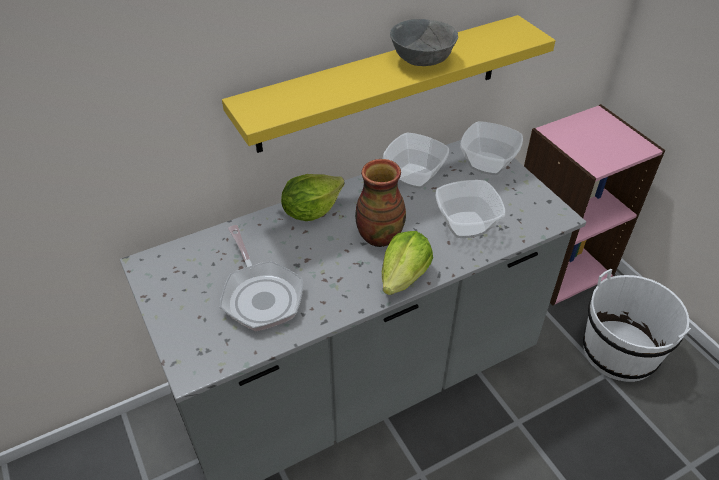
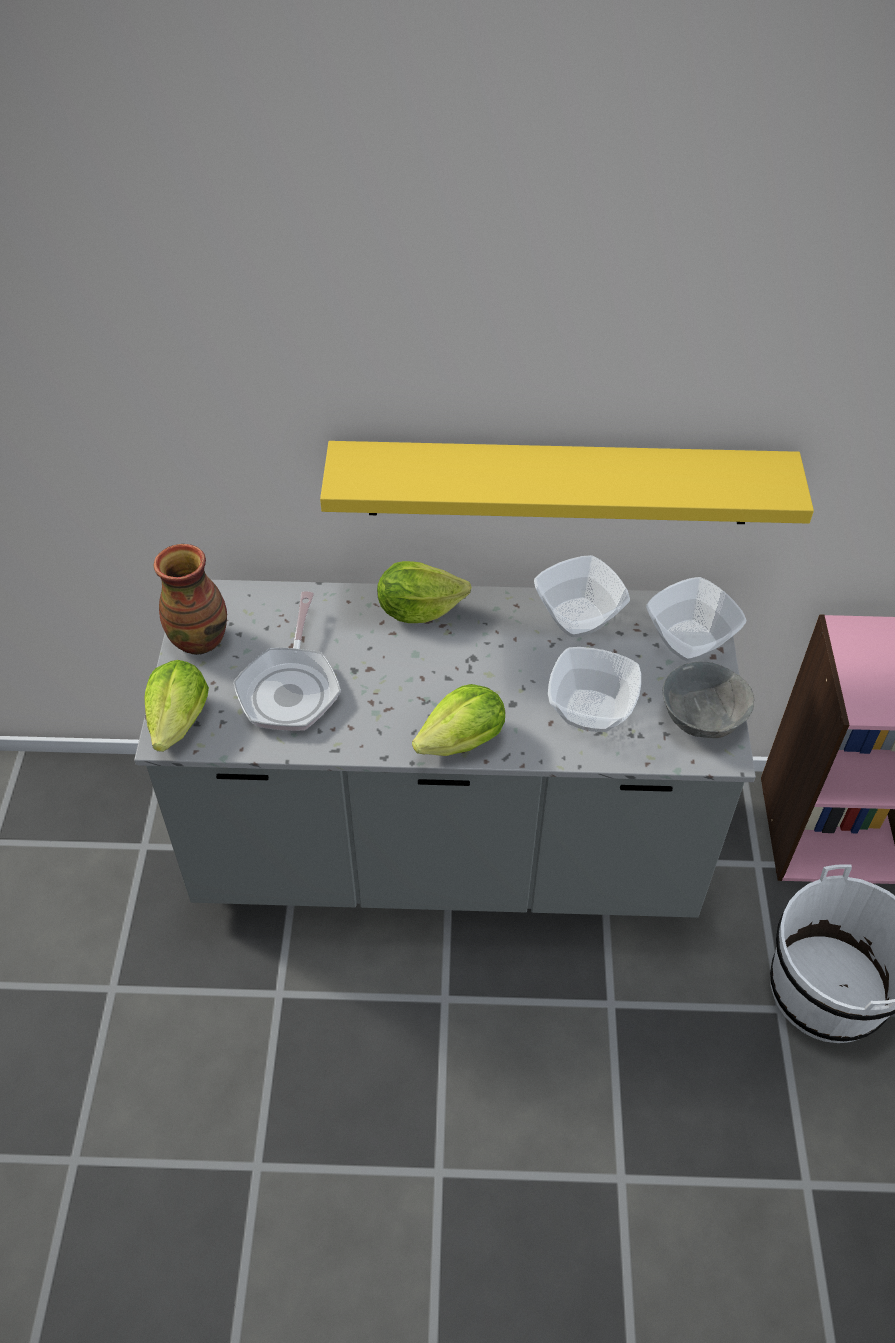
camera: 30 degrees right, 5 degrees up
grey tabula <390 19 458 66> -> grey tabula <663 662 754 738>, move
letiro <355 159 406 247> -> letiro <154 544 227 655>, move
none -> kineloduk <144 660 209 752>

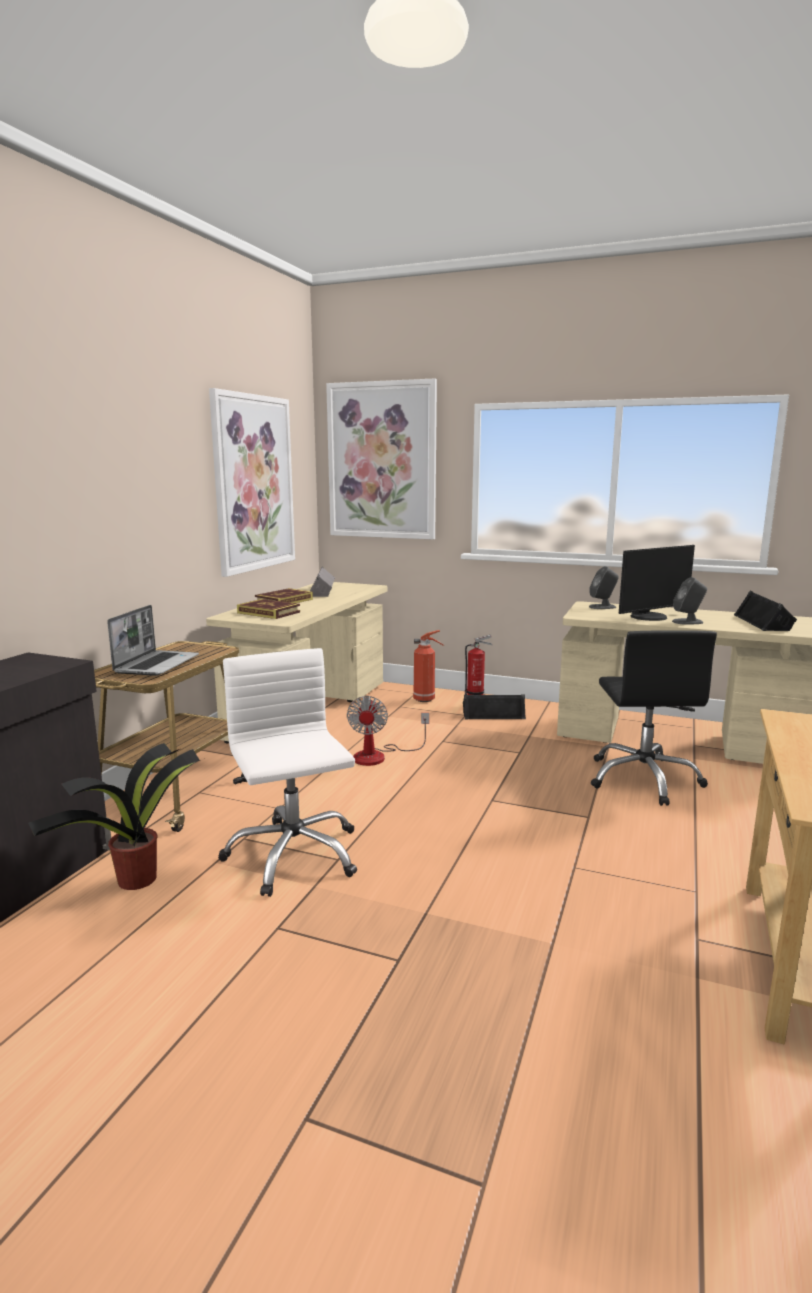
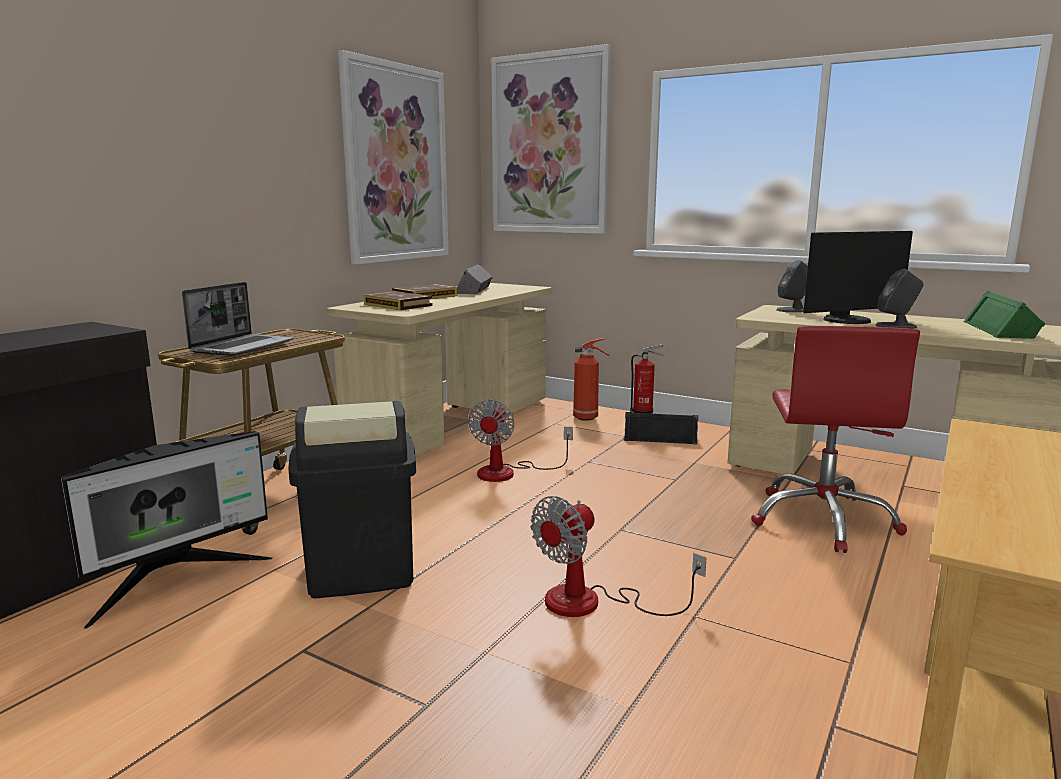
camera: 10 degrees right, 0 degrees up
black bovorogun <734 591 797 631> -> green bovorogun <964 290 1045 339>
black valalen <591 630 717 806> -> red valalen <751 326 920 553>
white valalen <218 648 357 897> -> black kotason <288 401 416 598>
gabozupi <28 743 200 890> -> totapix <61 431 273 629>
none -> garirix <531 496 707 617>

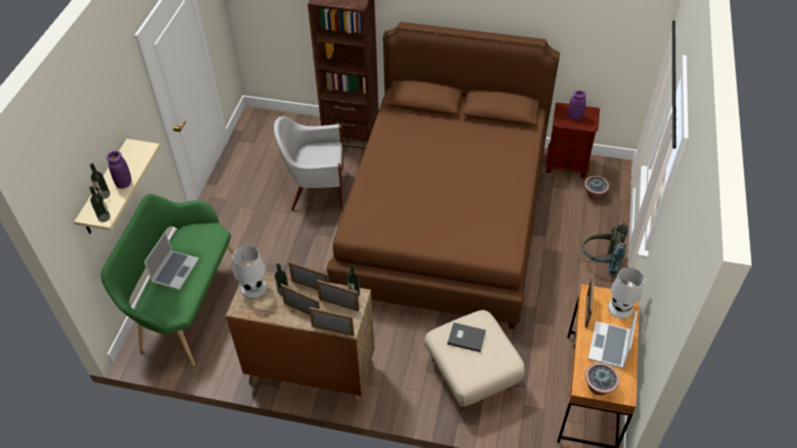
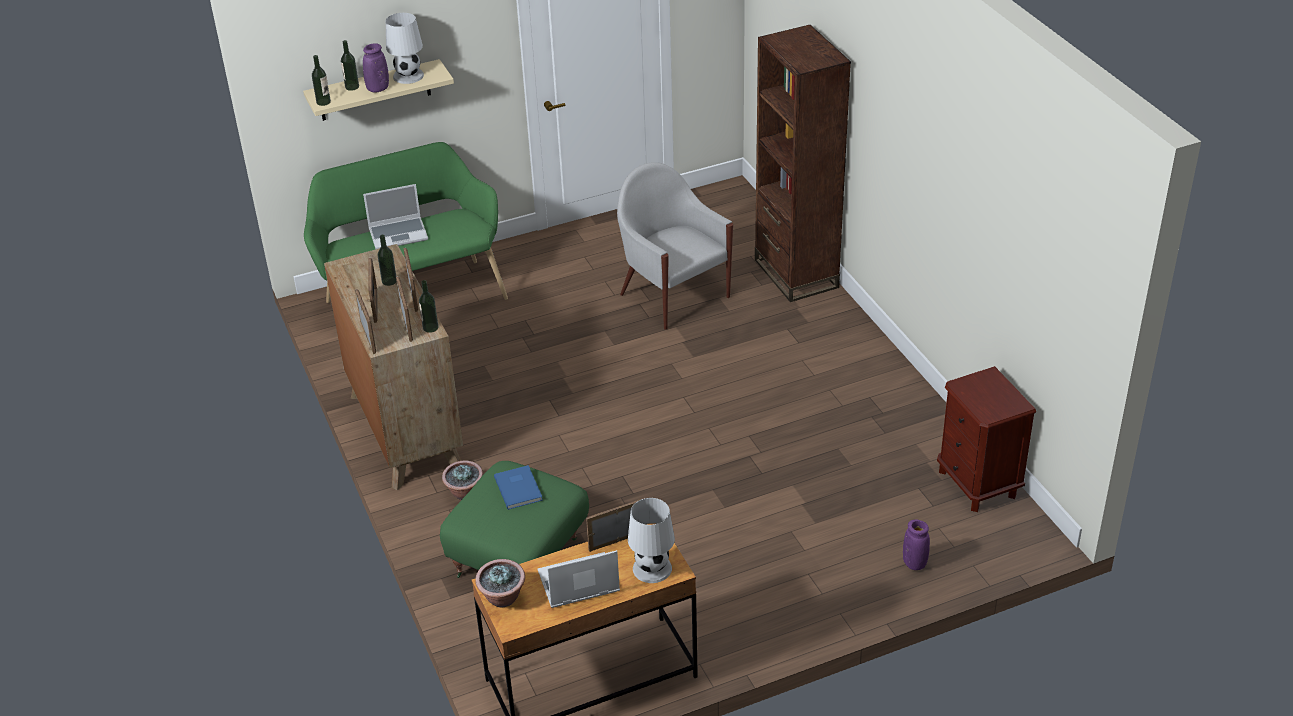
camera: 55 degrees right, 10 degrees down
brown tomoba <327 22 560 329> -> none
purple letiro <568 90 586 120> -> purple letiro <903 519 930 570>, move
gabozupi <585 176 609 199> -> gabozupi <442 460 483 500>, move
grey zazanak <582 222 628 276> -> none
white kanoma <233 245 267 299> -> white kanoma <386 13 424 84>, move
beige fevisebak <424 310 525 414> -> green fevisebak <440 461 589 578>
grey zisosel <447 322 486 352> -> blue zisosel <494 465 543 510>

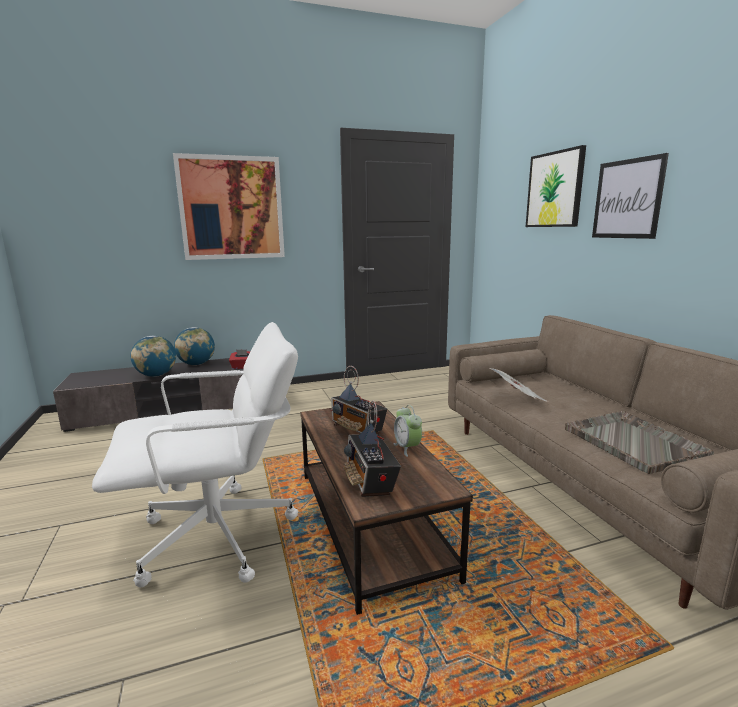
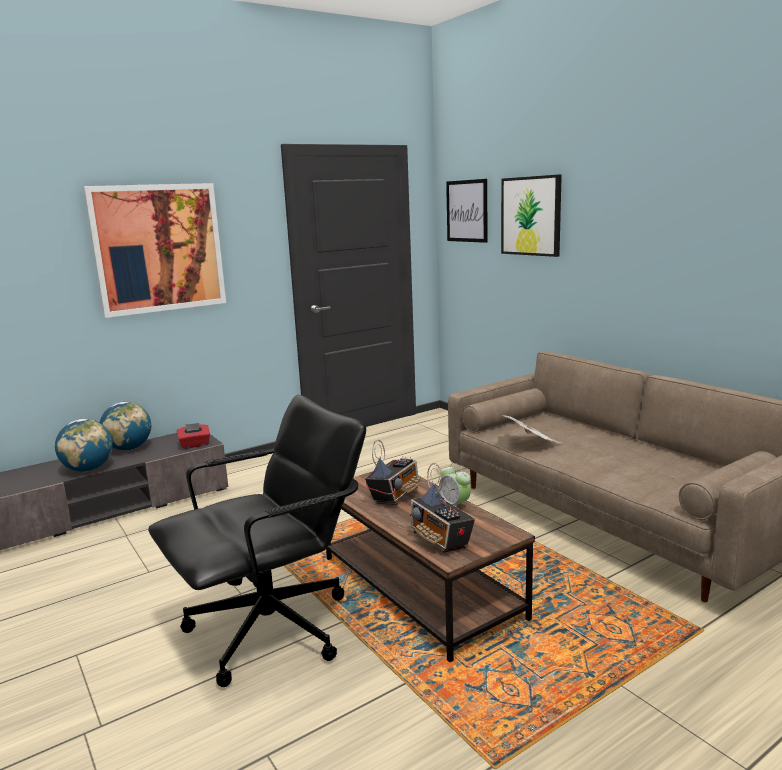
camera: 15 degrees left, 0 degrees up
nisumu <592 153 669 239> -> nisumu <446 179 487 243>, move
white valalen <92 322 298 587> -> black valalen <148 395 366 687>
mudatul <330 366 387 434> -> mudatul <365 440 421 505>, 90 degrees counterclockwise
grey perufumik <565 411 714 474> -> none

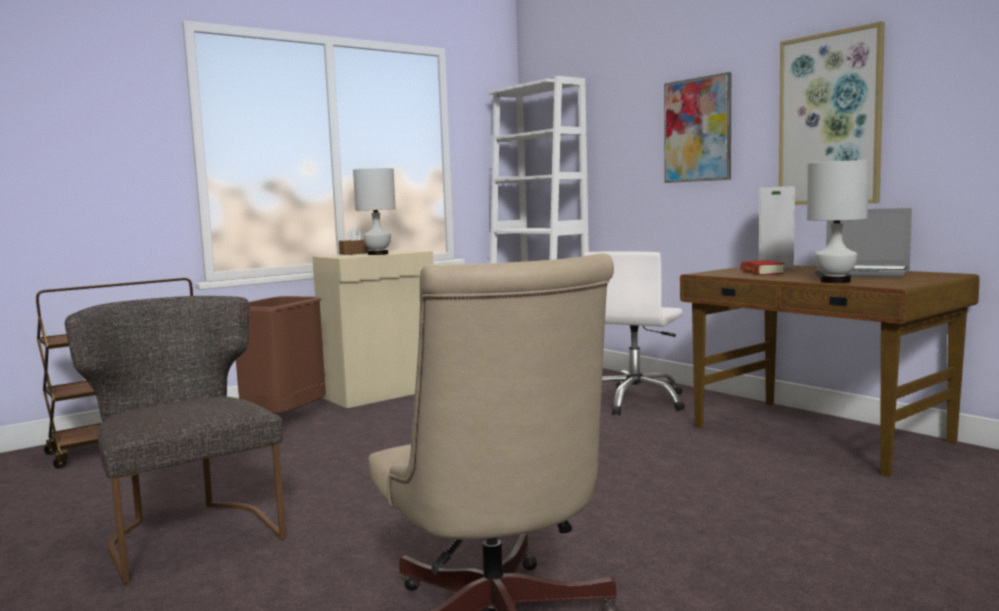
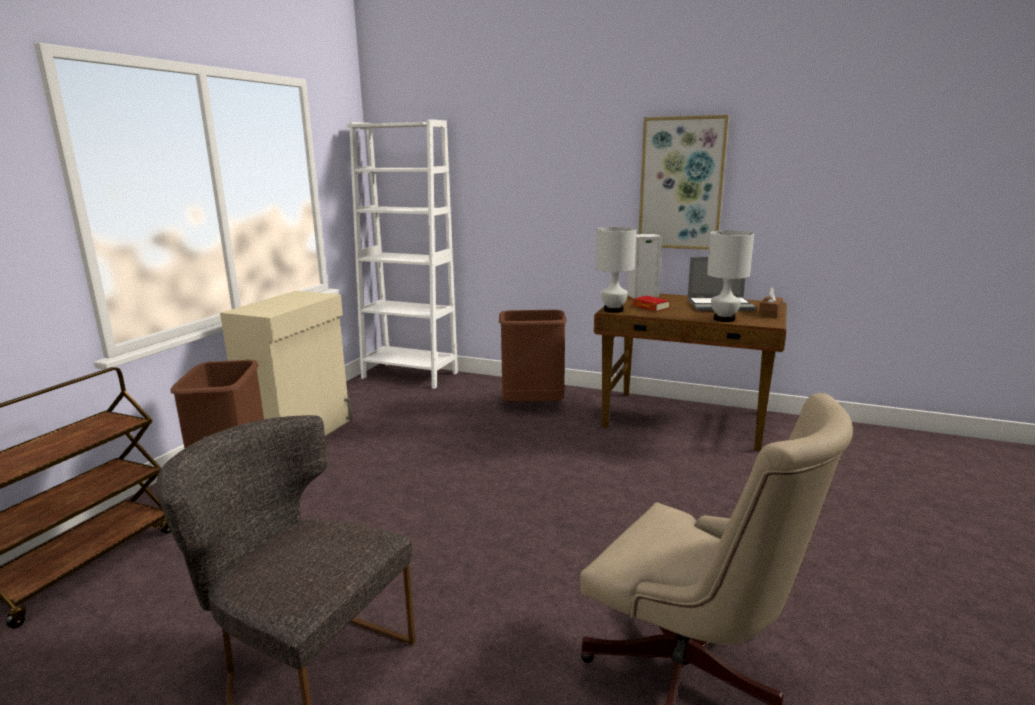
camera: 30 degrees left, 10 degrees up
nisumu <664 72 731 183> -> none
white kanoma <353 168 396 255> -> white kanoma <596 227 636 313>, move
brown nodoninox <339 227 371 255> -> brown nodoninox <758 287 783 318>, move
white valalen <583 251 685 415> -> brown kotason <499 310 567 401>

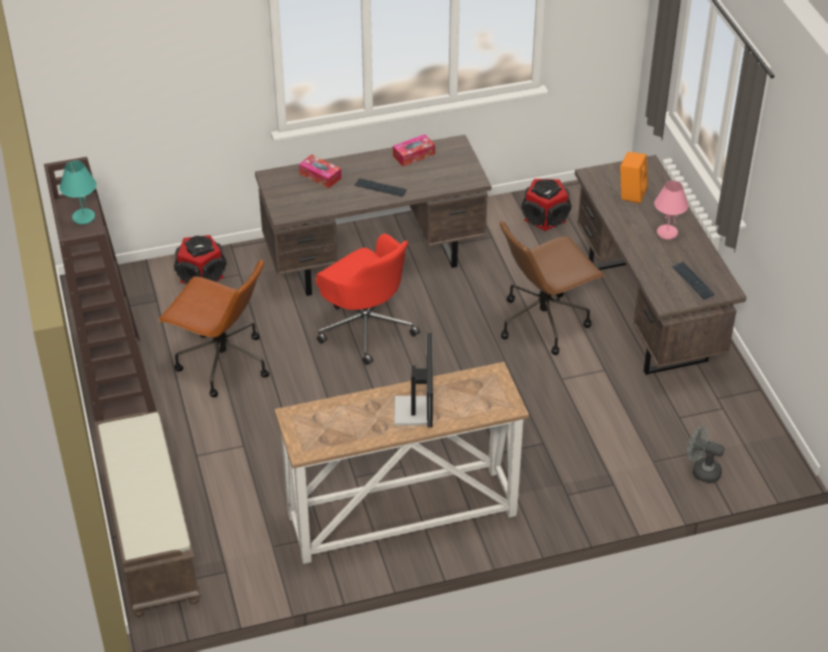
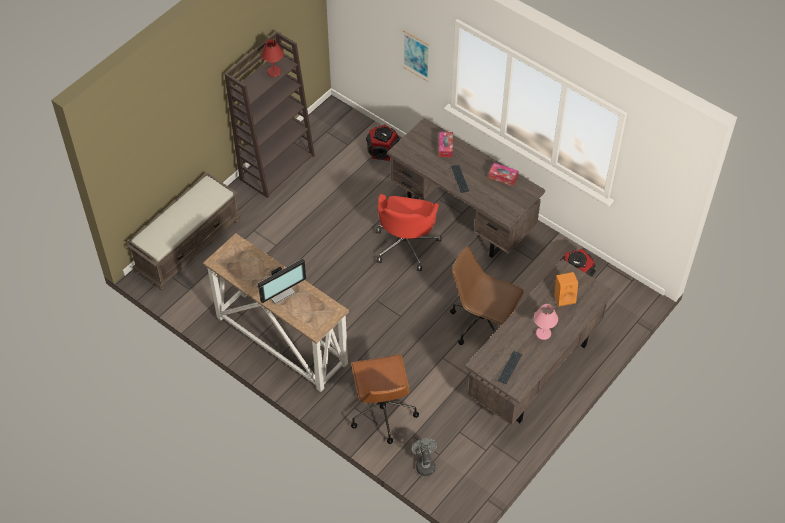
camera: 55 degrees right, 10 degrees up
turquoise kanoma <60 161 97 224> -> red kanoma <261 39 284 77>
brown valalen <158 259 269 397> -> brown valalen <351 354 419 444>, move
none -> nisumu <402 30 430 82>

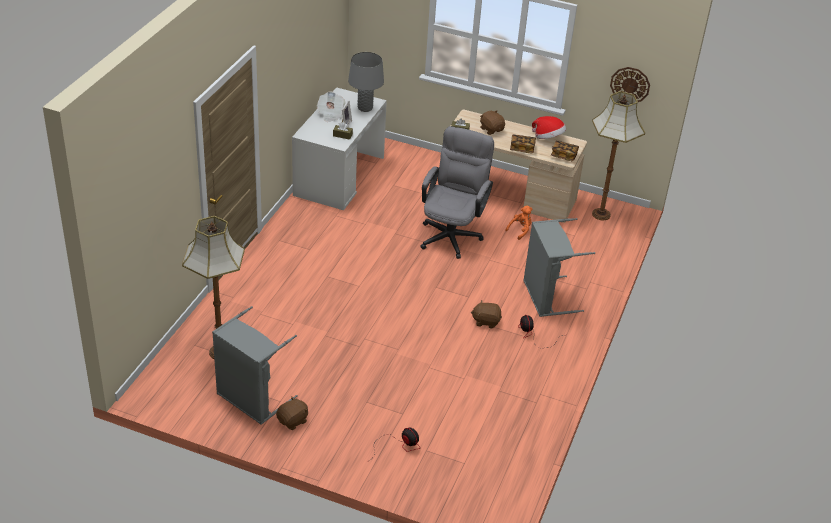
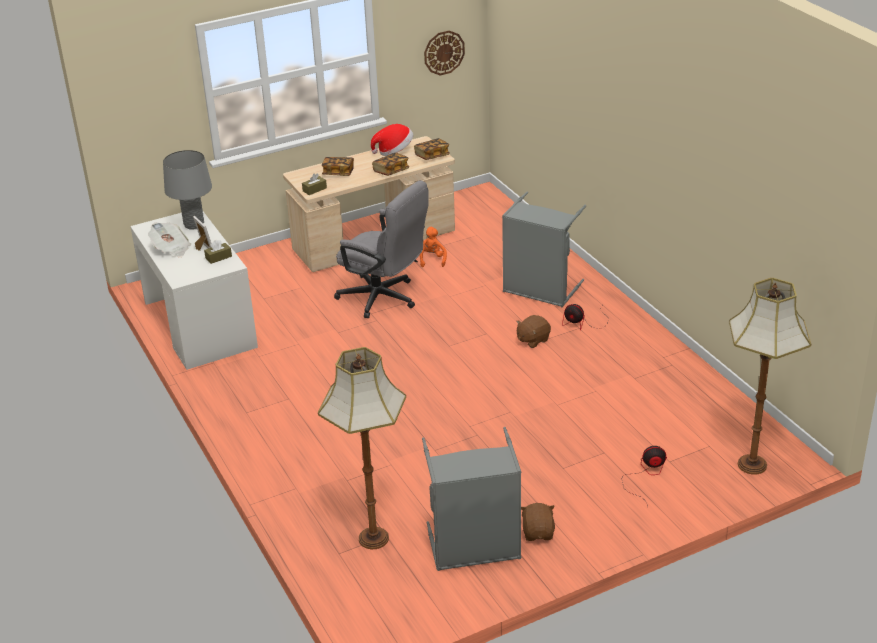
camera: 45 degrees left, 5 degrees down
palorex <592 91 645 220> -> palorex <729 278 811 475>, move
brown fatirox <480 110 505 135> -> zisosel <322 157 354 176>
grey valalen <420 126 494 259> -> grey valalen <334 181 429 318>, 150 degrees clockwise

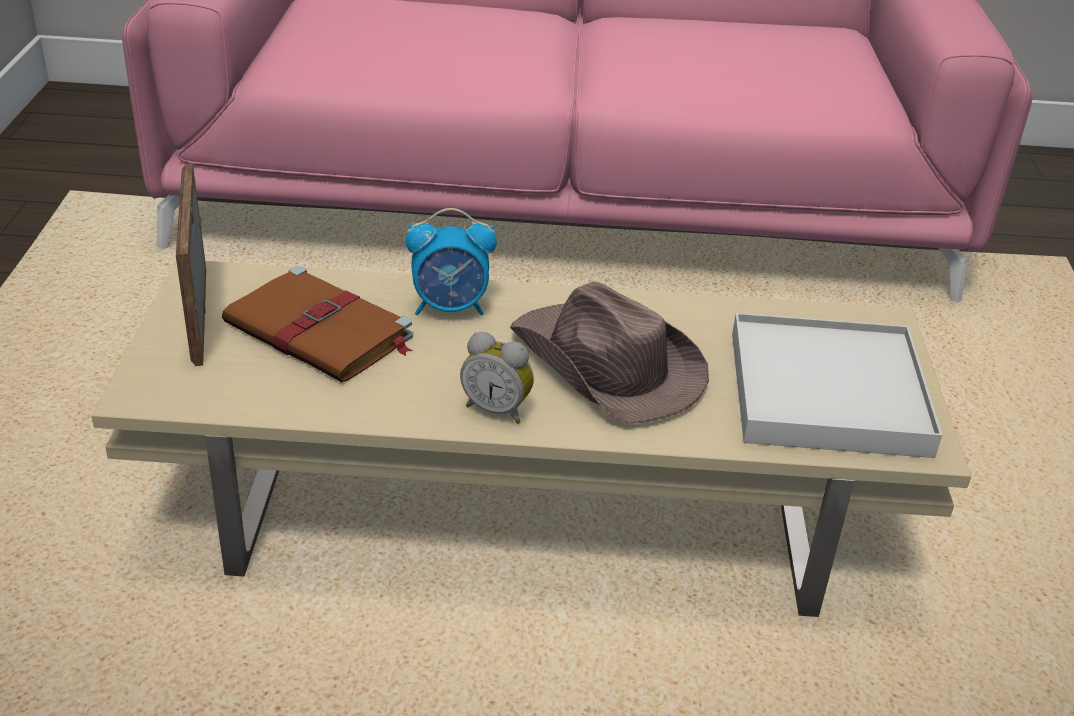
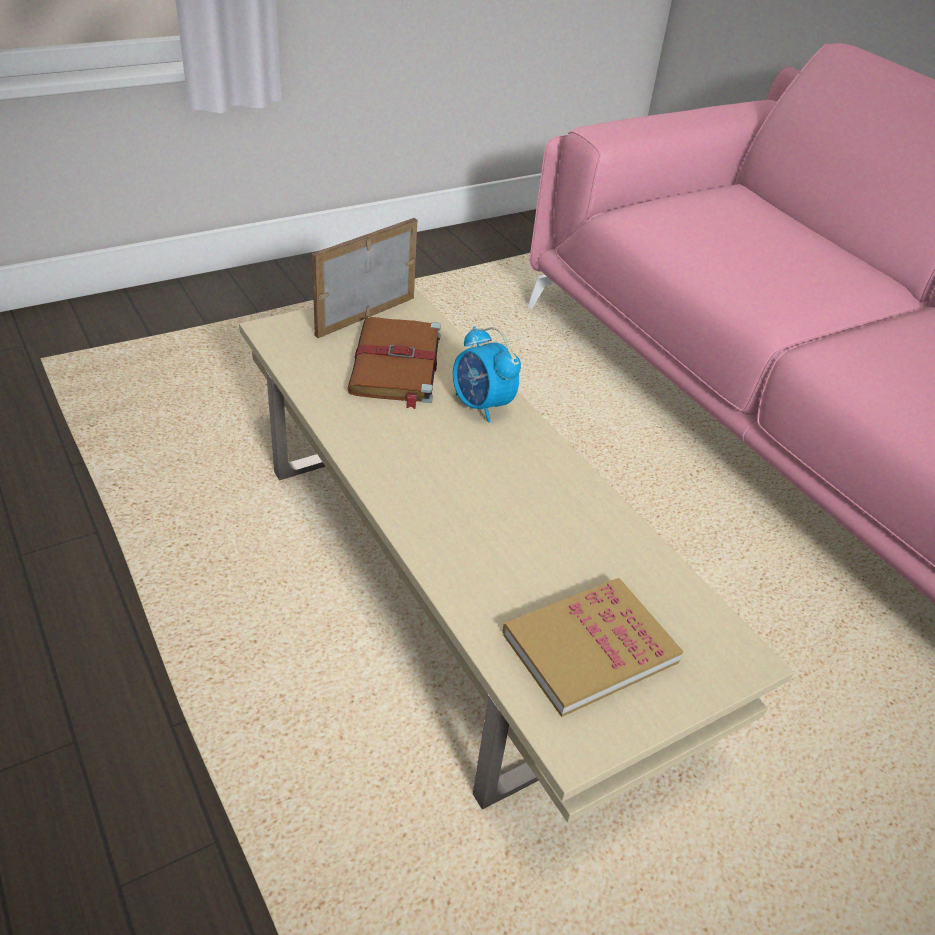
camera: 55 degrees right, 5 degrees up
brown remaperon <510 281 709 424> -> none
white perufumik <732 313 942 458> -> zisosel <502 578 683 717>
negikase <460 332 534 424> -> none

